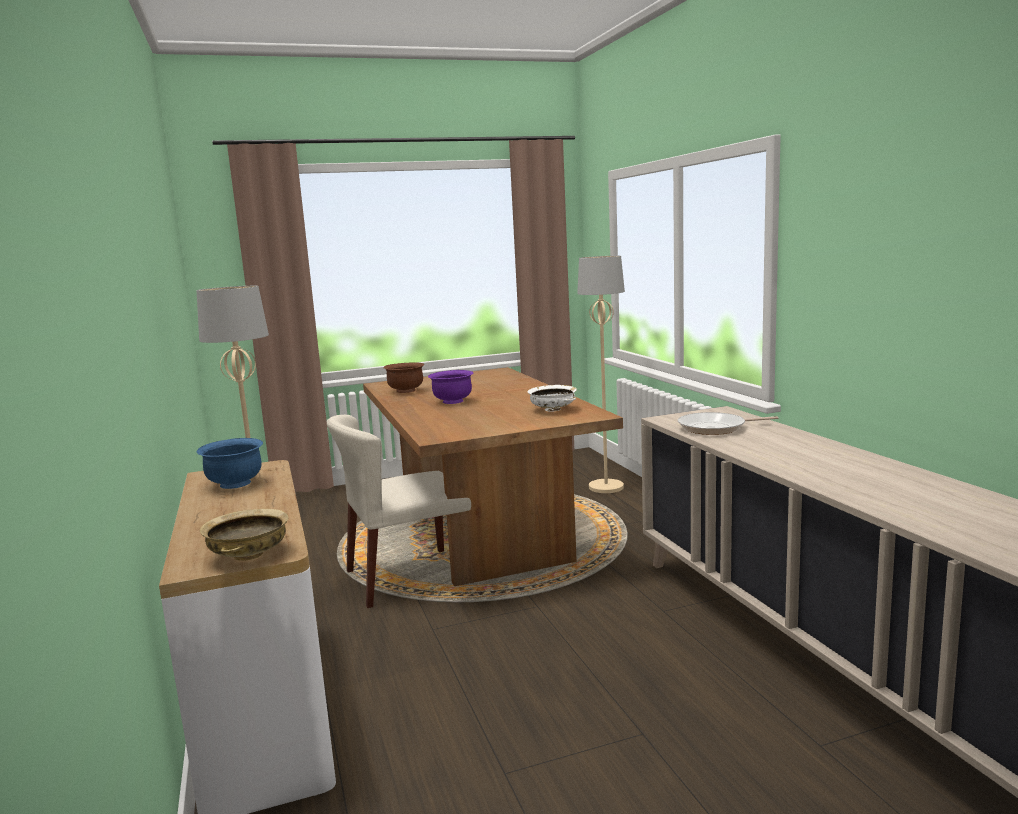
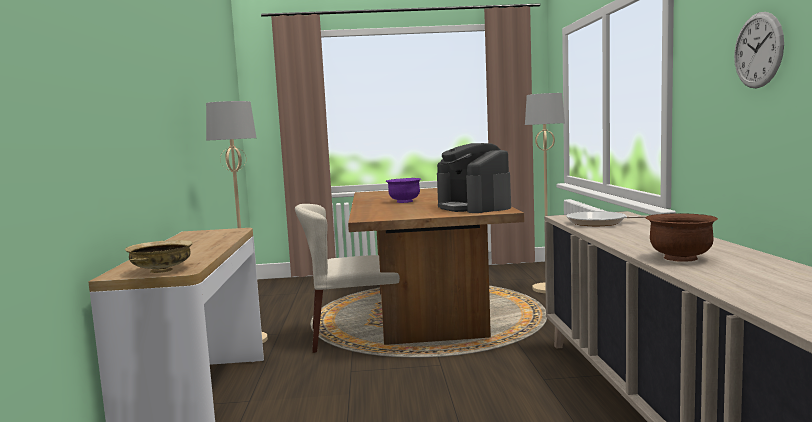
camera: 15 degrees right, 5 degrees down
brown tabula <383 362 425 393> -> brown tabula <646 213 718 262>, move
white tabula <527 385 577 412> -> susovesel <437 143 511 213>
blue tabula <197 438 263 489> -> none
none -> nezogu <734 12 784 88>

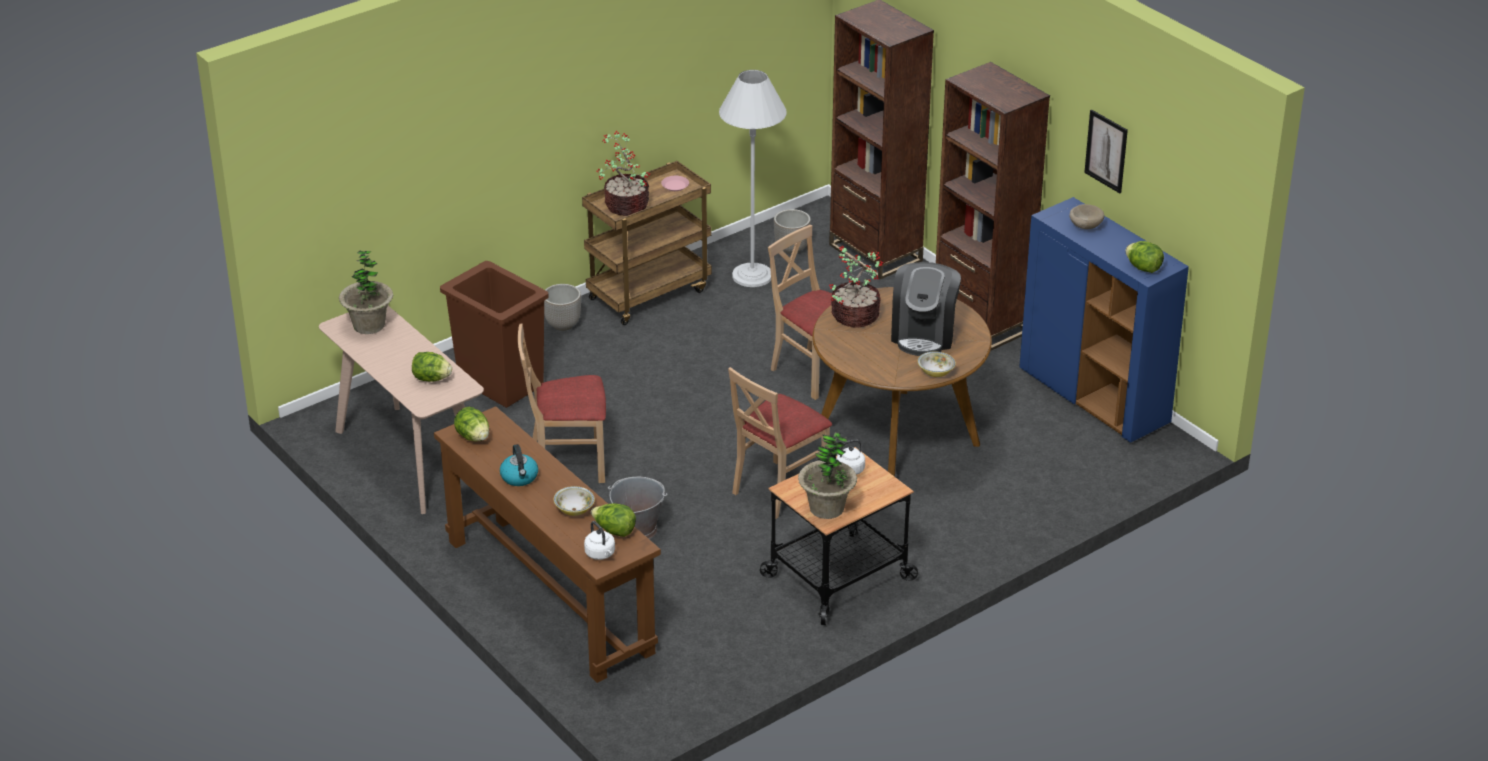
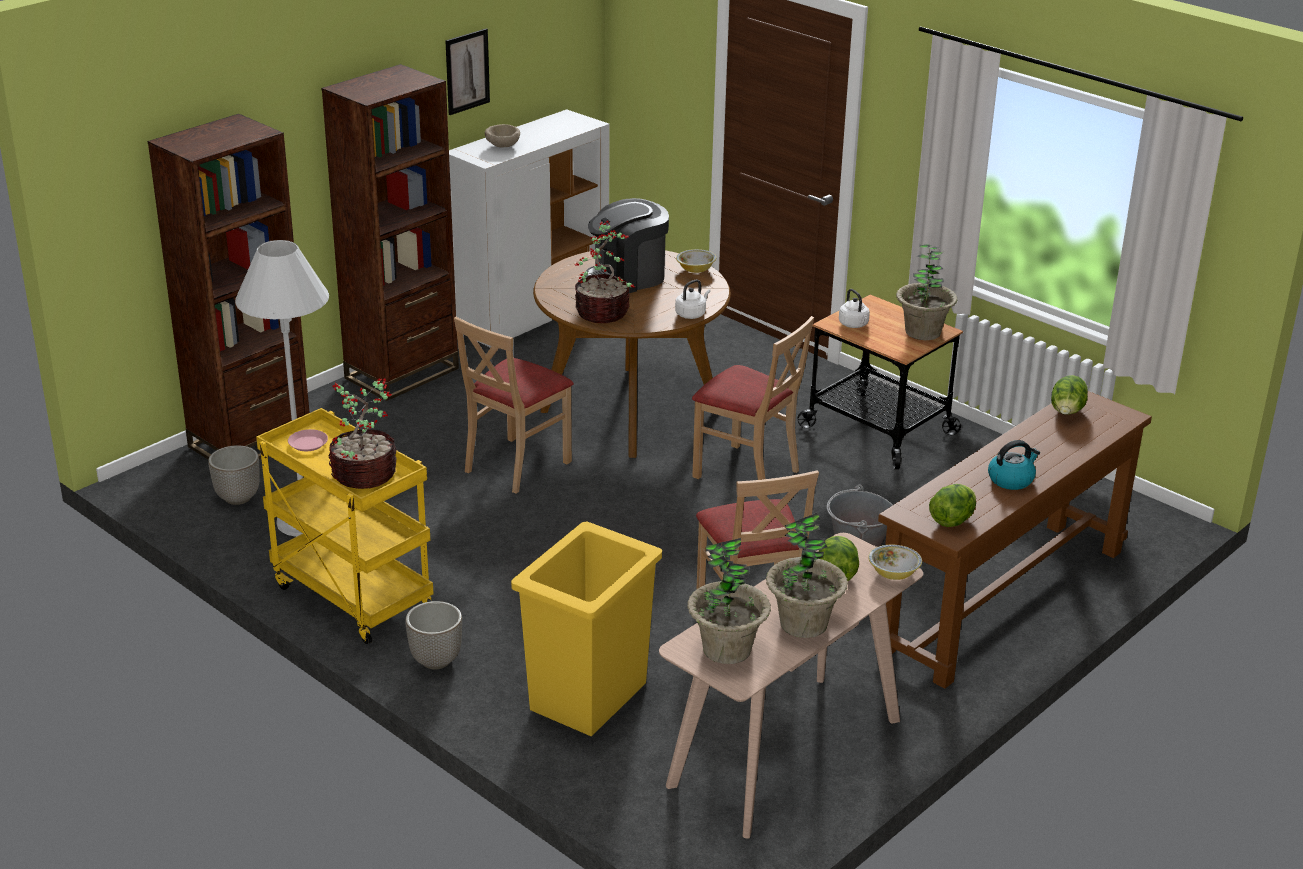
camera: 100 degrees left, 5 degrees down
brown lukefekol <582 161 712 325> -> yellow lukefekol <256 408 434 644>
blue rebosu <1019 197 1189 443> -> white rebosu <449 109 610 348>
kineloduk <1125 241 1164 273> -> none
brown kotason <440 261 549 408> -> yellow kotason <511 522 662 736>
susovesel <891 262 961 356> -> susovesel <586 198 669 293>, 150 degrees clockwise
tabula <554 486 595 516> -> tabula <868 545 922 580>, move
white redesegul <584 521 615 560> -> white redesegul <675 279 711 319>, move
none -> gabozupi <766 513 848 638>

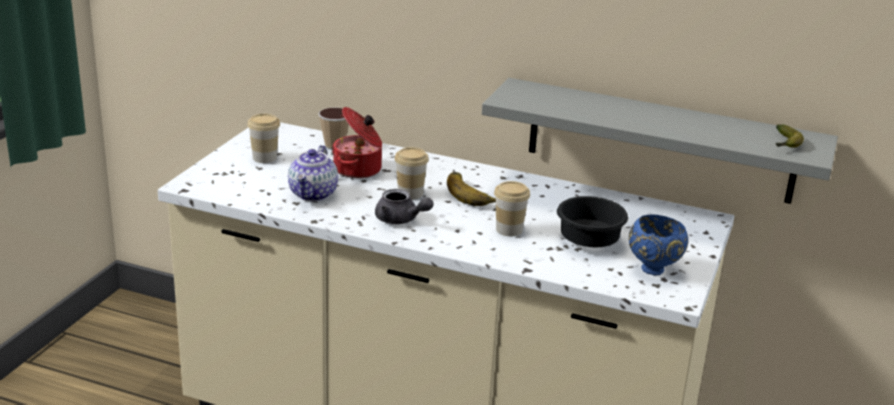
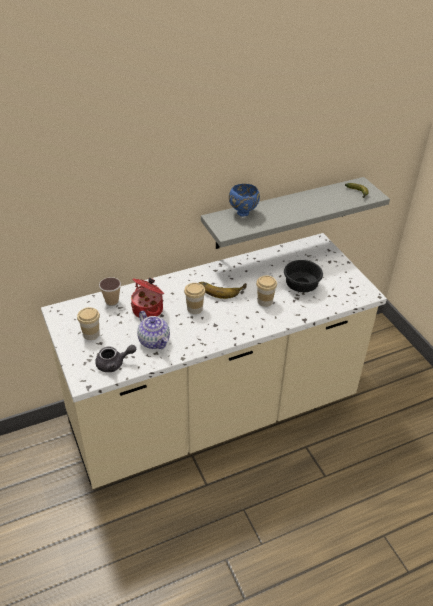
camera: 45 degrees left, 15 degrees up
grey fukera <375 189 434 224> -> grey fukera <95 345 136 372>, move
blue tabula <629 214 688 276> -> blue tabula <229 184 260 217>, move

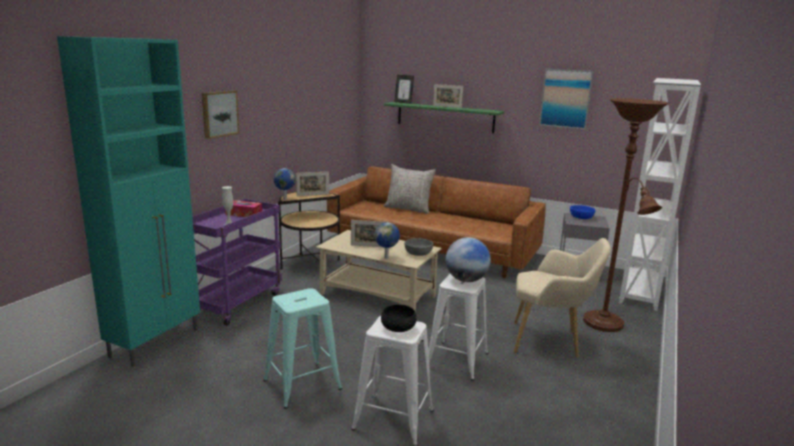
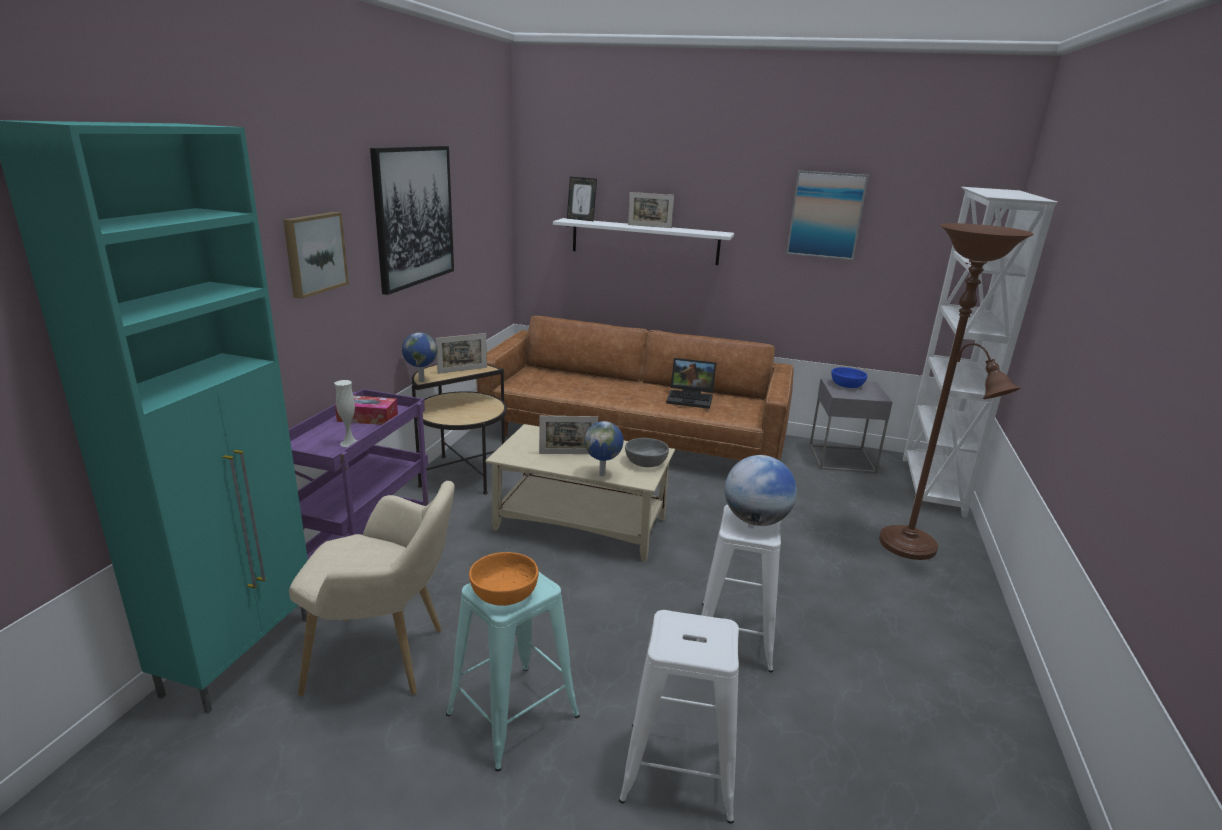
camera: 10 degrees left, 5 degrees up
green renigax <384 102 504 133> -> white renigax <553 218 734 265>
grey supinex <384 164 436 214> -> none
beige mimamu <514 238 611 358> -> beige mimamu <289 481 455 696>, move
black tabula <381 304 417 332> -> none
none -> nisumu <370 146 454 295>
none -> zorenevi <666 358 717 409>
none -> orange tabula <469 552 539 606>

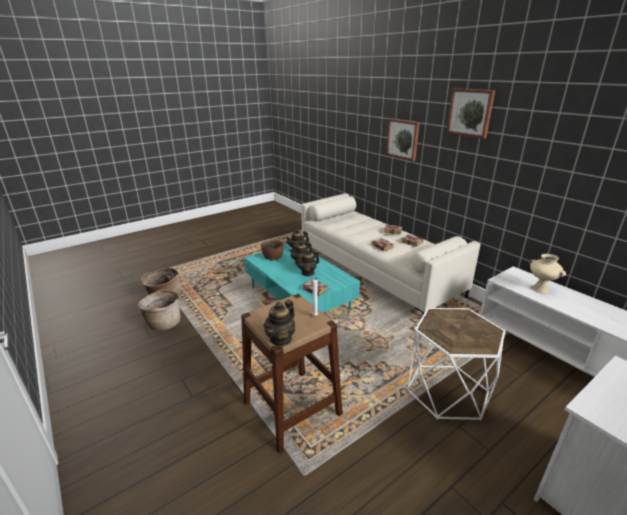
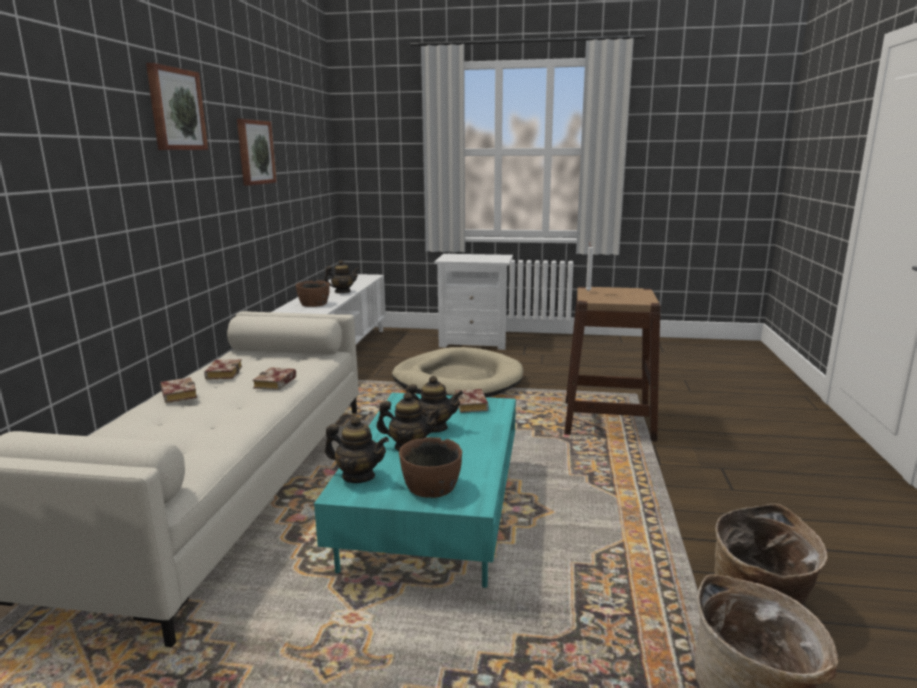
camera: 135 degrees left, 10 degrees down
nisumu <386 119 420 161> -> nisumu <237 119 277 186>, move
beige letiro <530 254 566 294> -> brown tabula <296 280 330 307>
fukera <263 300 295 346> -> fukera <324 260 359 293>, move
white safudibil <407 308 506 421> -> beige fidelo <392 347 523 397>

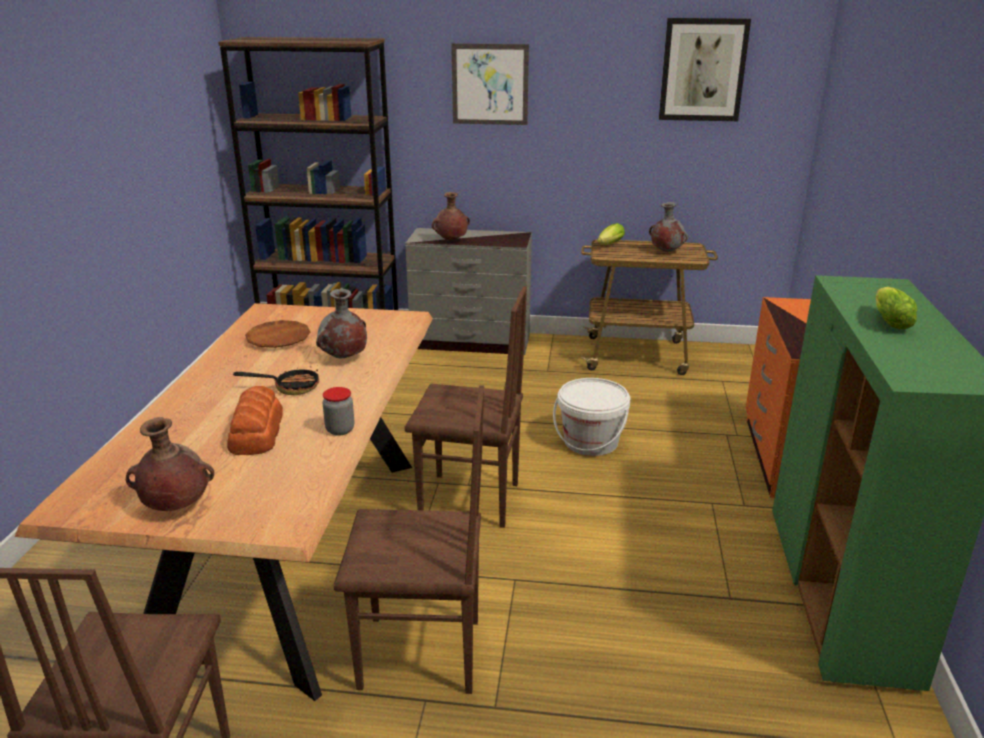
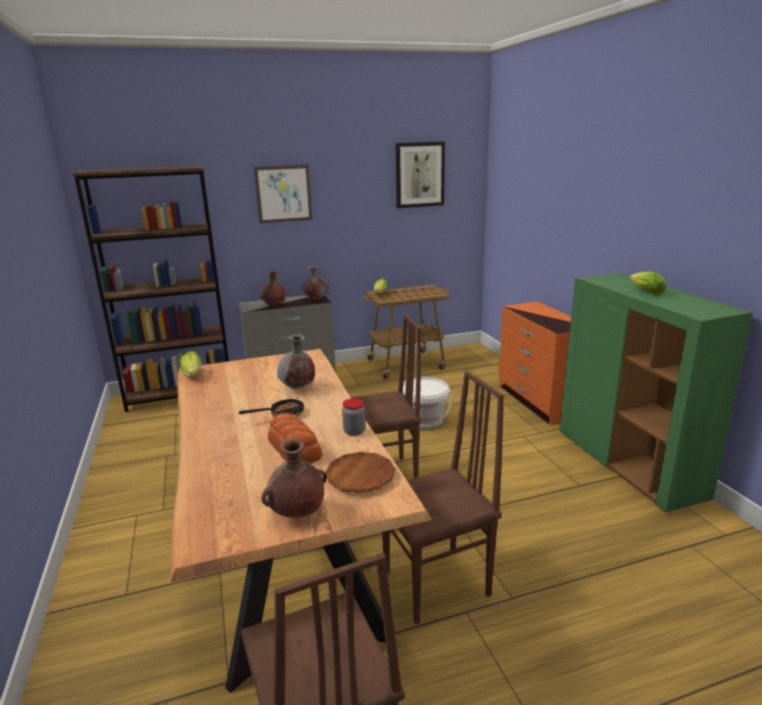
camera: 25 degrees left, 5 degrees down
grey letiro <649 202 688 252> -> grey letiro <302 266 330 300>, move
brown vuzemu <245 320 310 348> -> brown vuzemu <325 452 396 493>, move
none -> kineloduk <180 351 201 378>

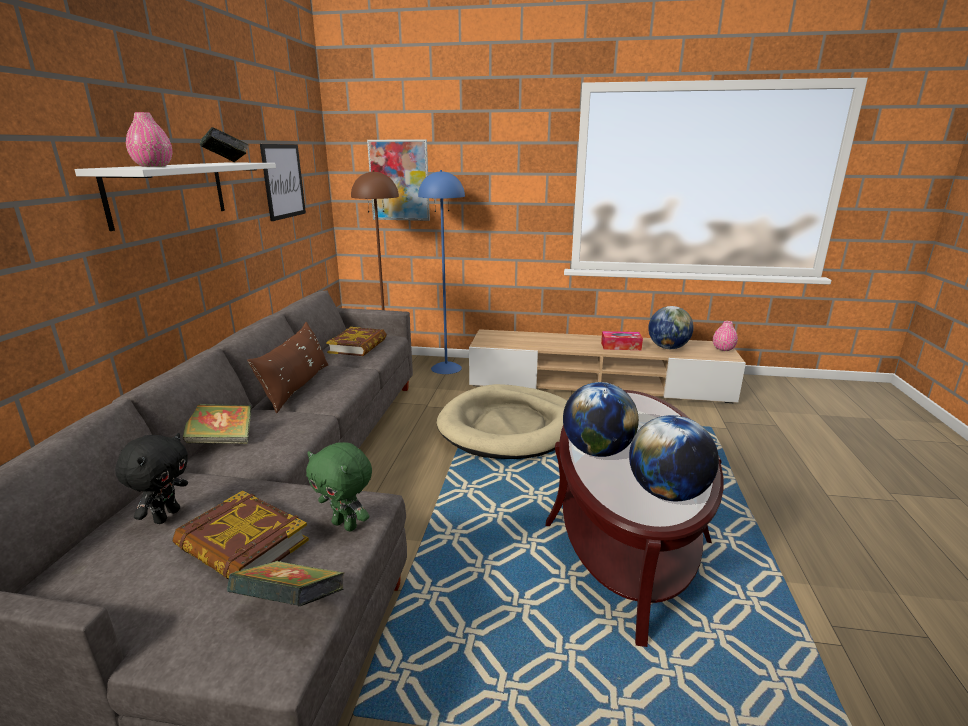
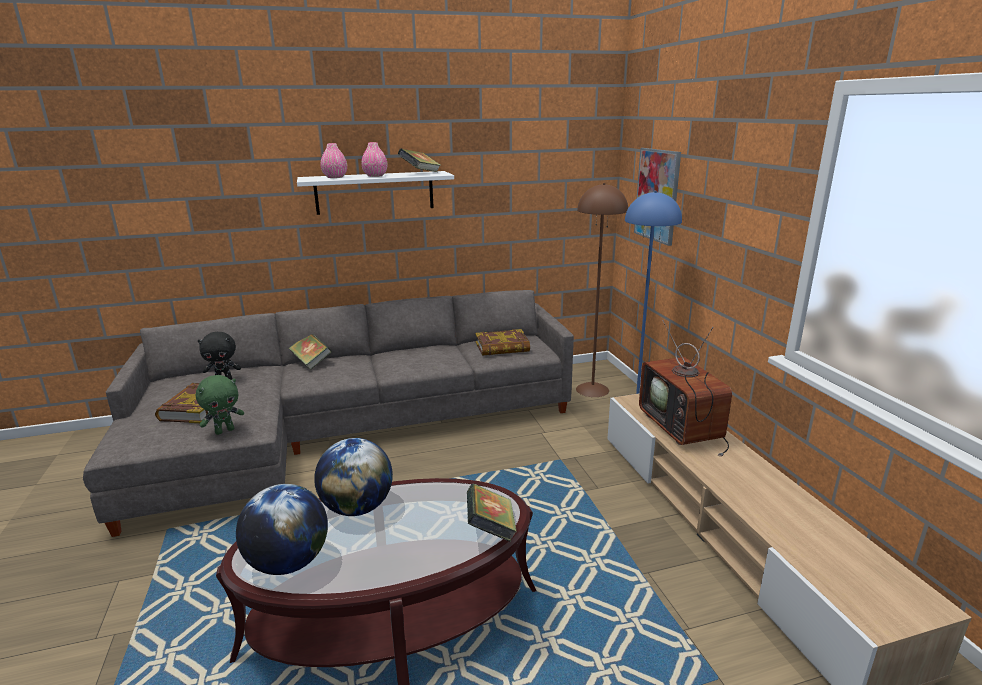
camera: 65 degrees right, 0 degrees up
nisumu <260 144 306 221> -> none
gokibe <648 306 694 349> -> none
pink letiro <713 321 738 351> -> pink letiro <361 142 388 177>, move
brown supinex <247 322 328 413> -> none
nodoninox <601 331 643 350> -> none
beige fidelo <437 384 567 459> -> none
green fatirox <306 442 372 532> -> green fatirox <196 375 244 435>, 135 degrees counterclockwise
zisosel <227 561 344 606> -> zisosel <467 484 517 542>, move
none -> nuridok <639 320 732 457>

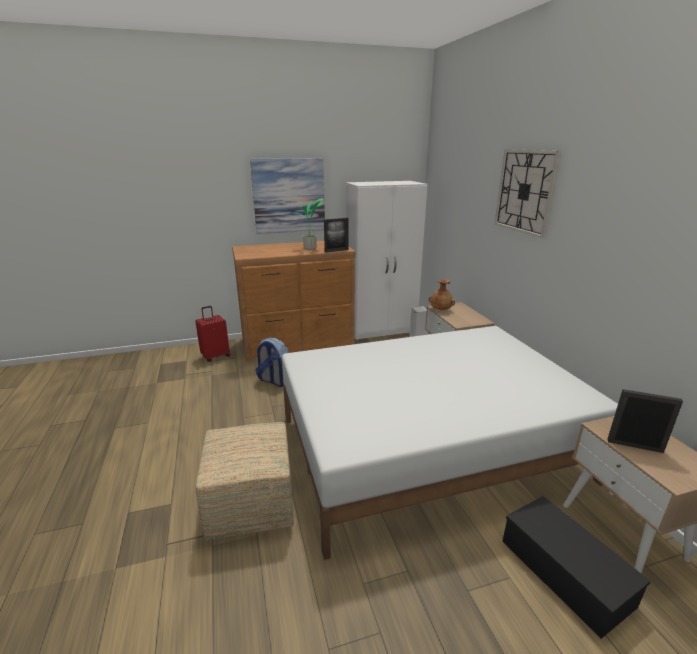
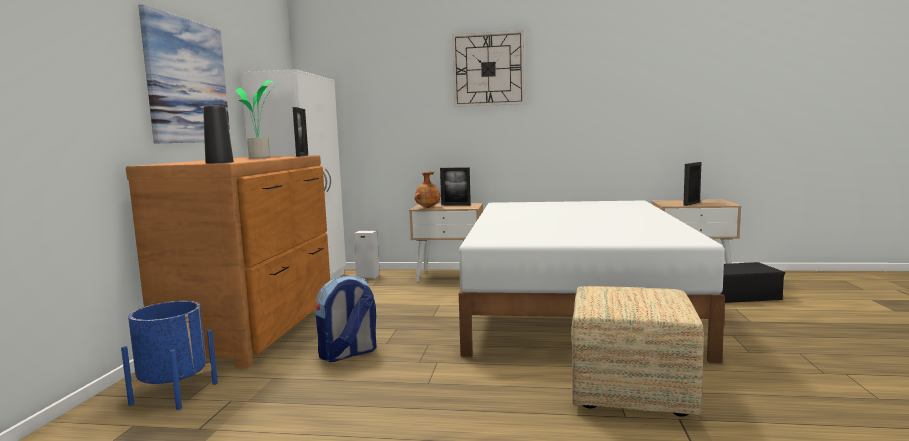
camera: 65 degrees left, 15 degrees down
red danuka <195 306 230 362> -> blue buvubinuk <121 301 218 410>
none -> black letiro <203 106 234 164>
none -> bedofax <440 167 471 206>

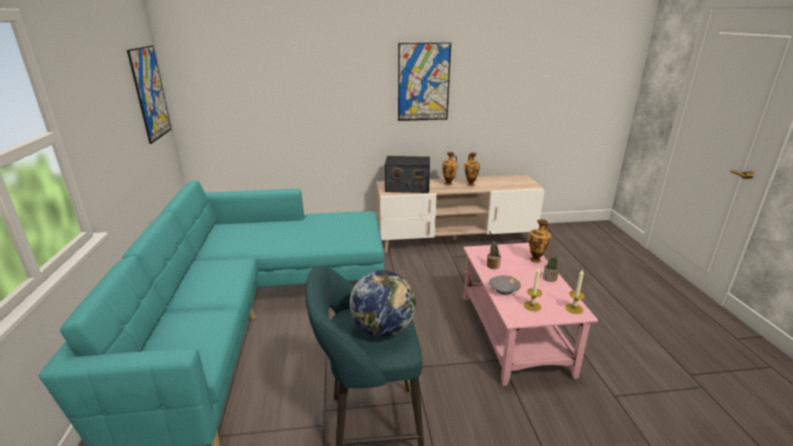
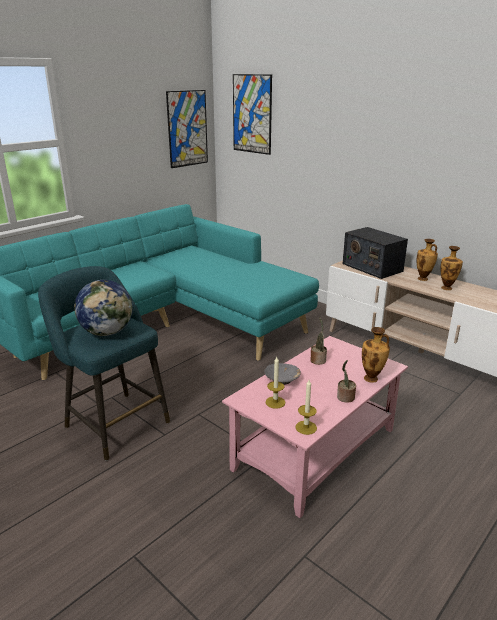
camera: 50 degrees right, 0 degrees up
nisumu <398 43 451 121> -> nisumu <233 74 272 155>, move

